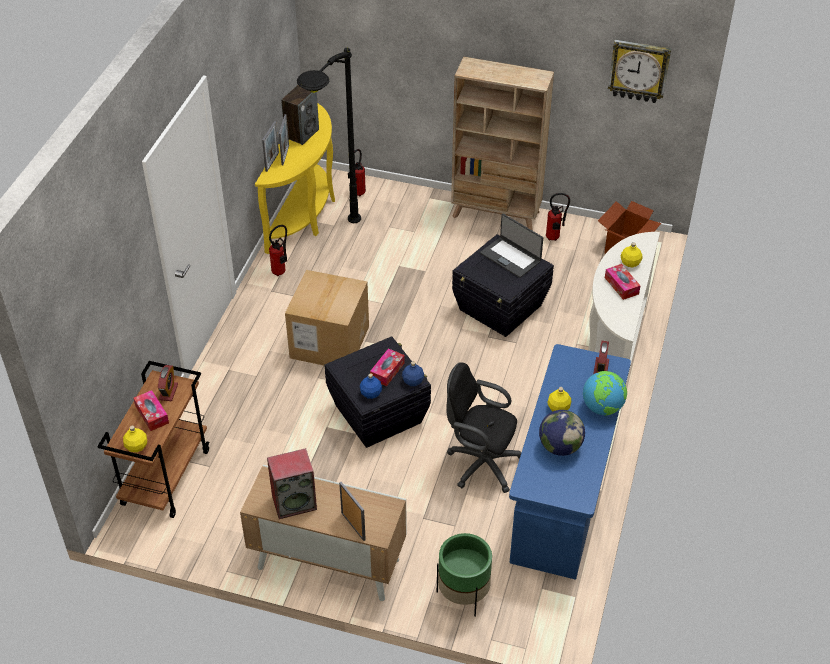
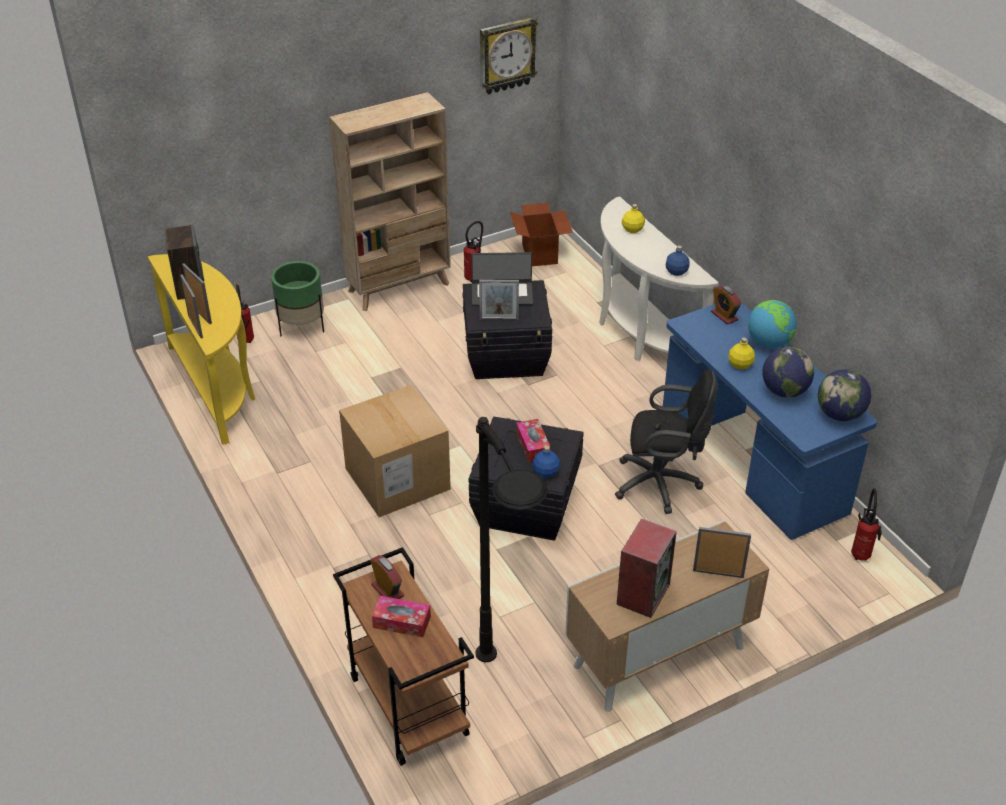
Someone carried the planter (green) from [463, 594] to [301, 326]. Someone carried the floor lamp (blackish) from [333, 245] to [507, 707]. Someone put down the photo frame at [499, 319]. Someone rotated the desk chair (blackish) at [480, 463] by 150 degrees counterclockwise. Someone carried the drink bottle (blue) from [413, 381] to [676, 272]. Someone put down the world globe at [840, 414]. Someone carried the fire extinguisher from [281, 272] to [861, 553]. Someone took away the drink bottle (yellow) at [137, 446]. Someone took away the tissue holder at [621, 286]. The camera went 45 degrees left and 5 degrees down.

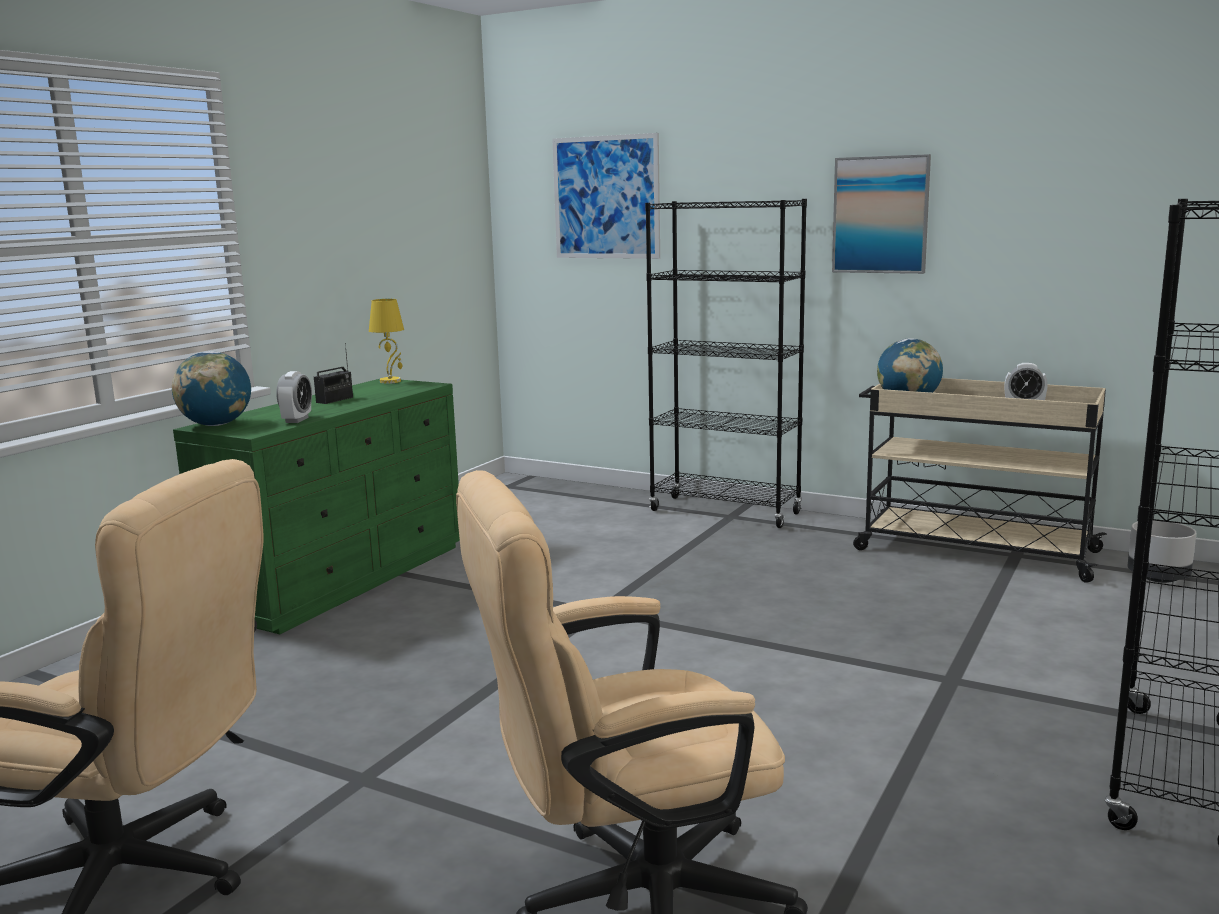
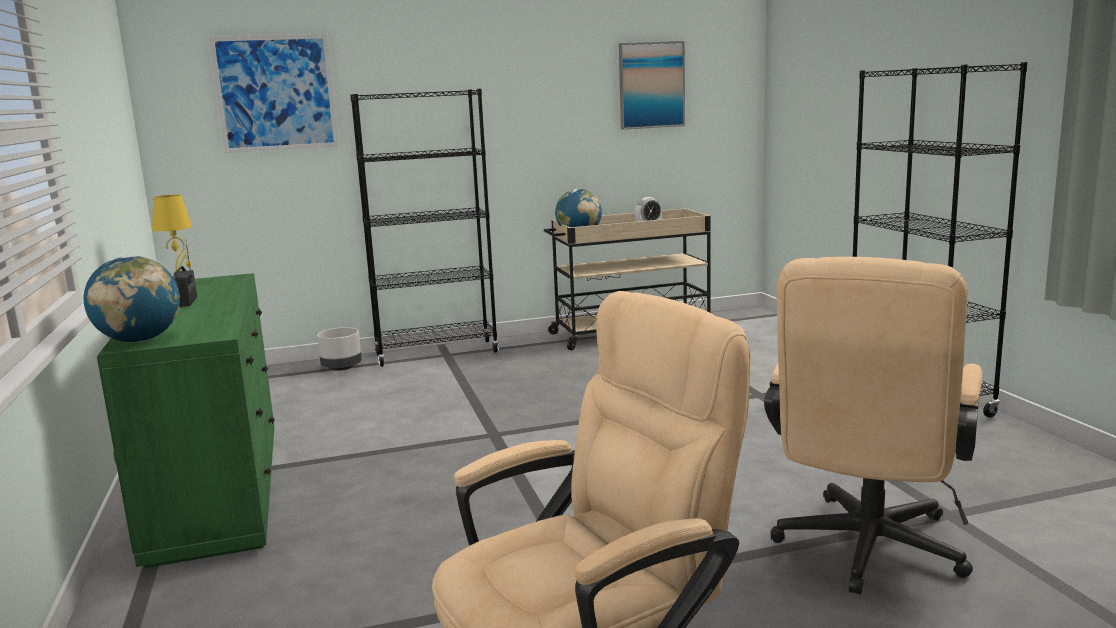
Someone carried the planter (gray) from [1158, 578] to [342, 368]. Someone carried the wall art from [880, 215] to [651, 85]. Someone took away the table clock at [297, 420]. The camera went 45 degrees left and 0 degrees up.

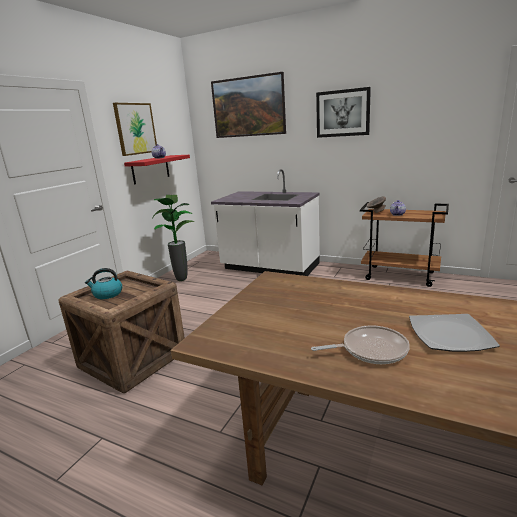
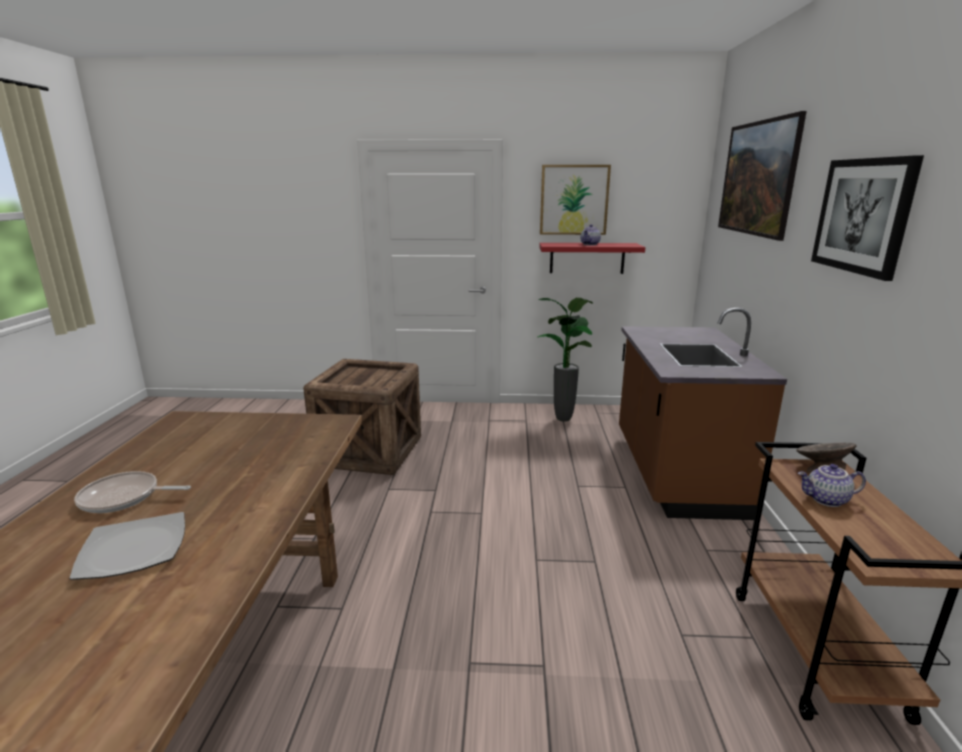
Someone rotated the frying pan at [370, 350] by 120 degrees clockwise. Someone repainted the kitchen base unit (whitish) at [270, 267], which became the kitchen base unit (brown-coloured) at [675, 473]. Someone took away the tea kettle at [107, 294]. The camera went 65 degrees right and 0 degrees up.

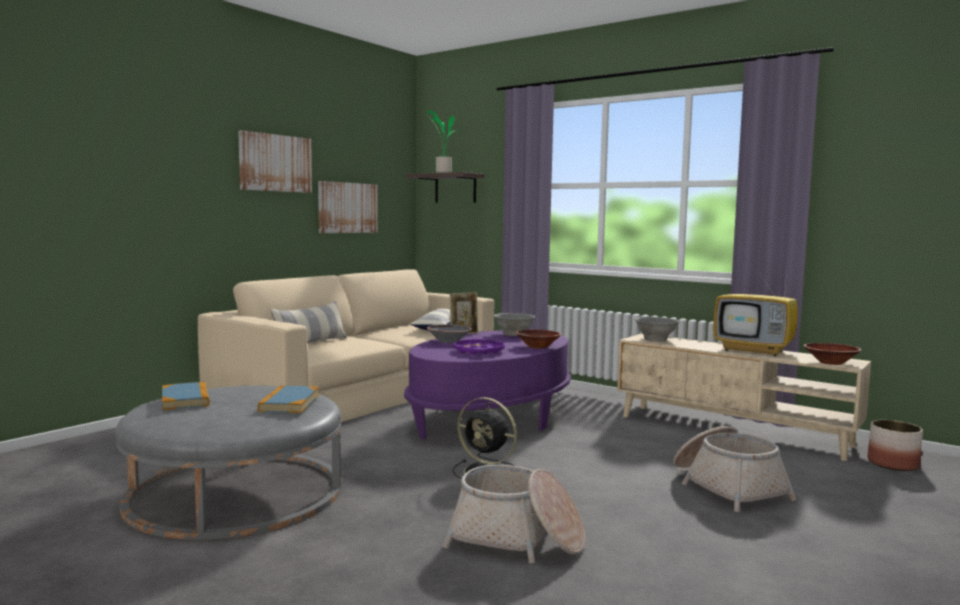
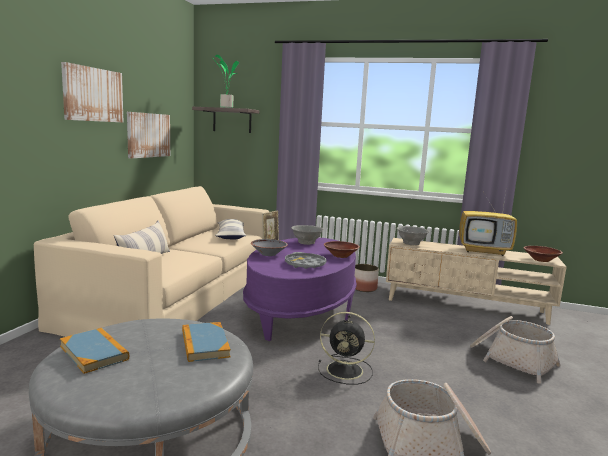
Someone repainted the serving tray (purplish) at [478, 351], which became the serving tray (gray) at [305, 264]. Someone carried the planter from [893, 464] to [364, 288]. The camera went 20 degrees left and 5 degrees up.

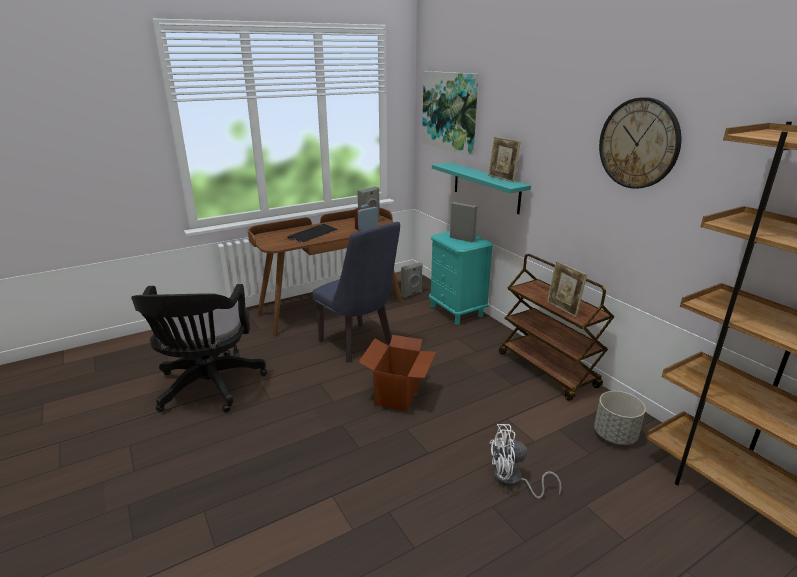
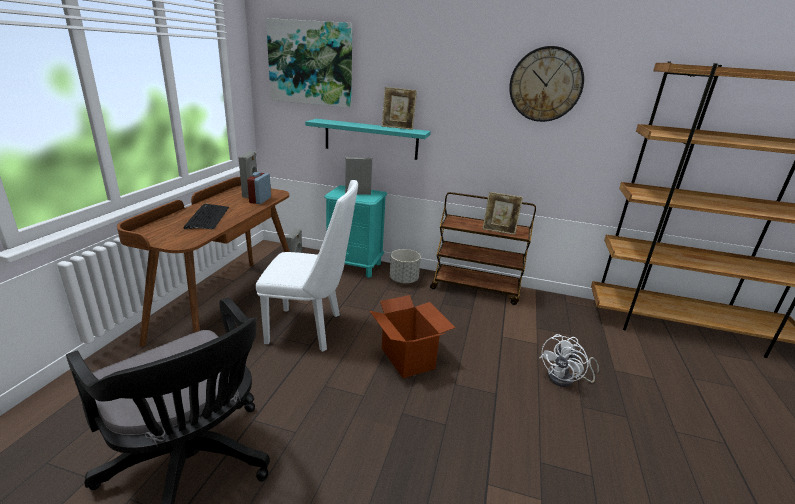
Someone repainted the chair (blue) at [359, 344], which became the chair (whitish) at [311, 329]. Someone carried the planter (gray) from [615, 435] to [404, 280]. The camera went 45 degrees left and 0 degrees up.

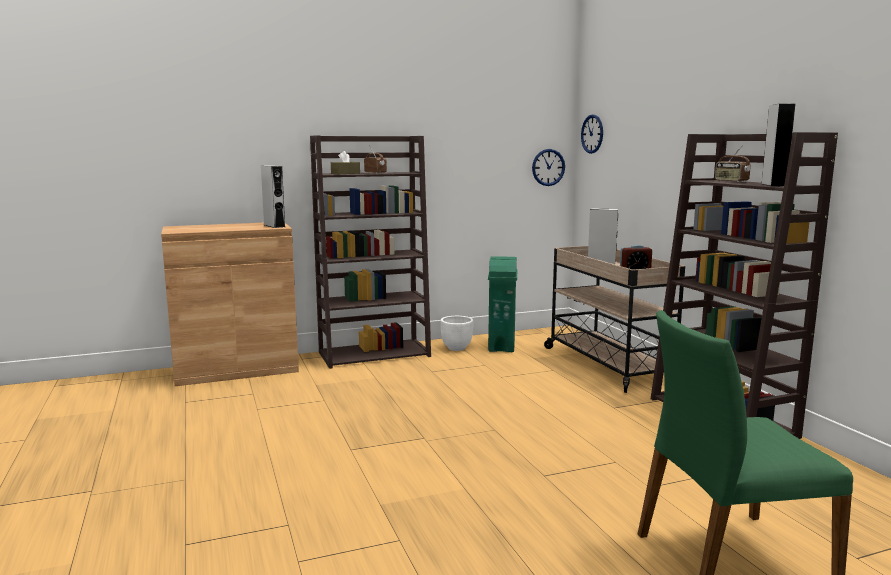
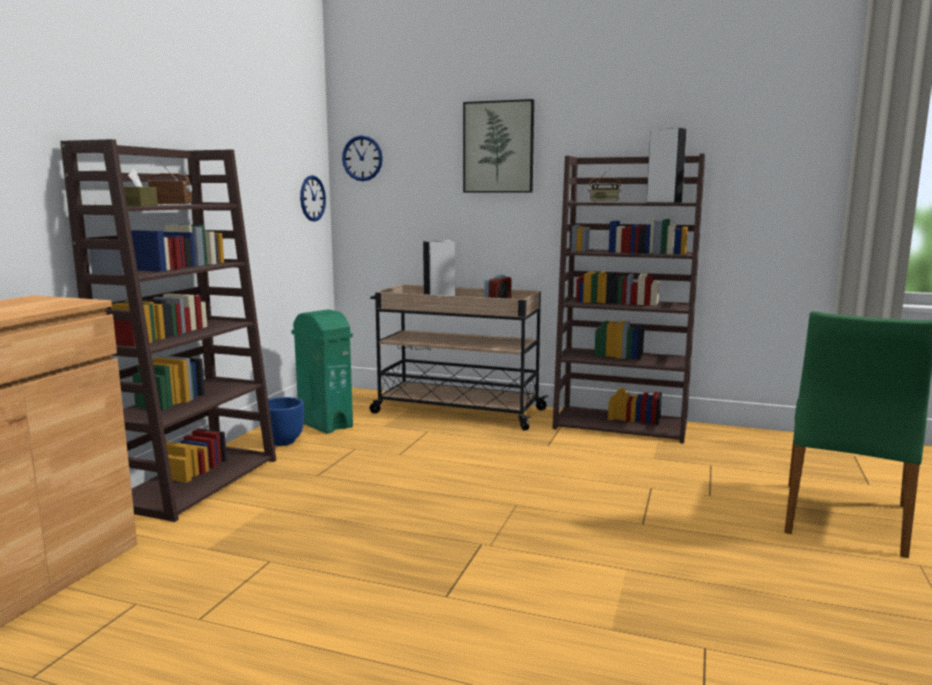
Someone repainted the planter (whitish) at [456, 348], which became the planter (blue) at [282, 442]. Someone put up the wall art at [498, 147]. Someone took away the audio speaker (gray) at [274, 226]. The camera went 50 degrees left and 0 degrees up.

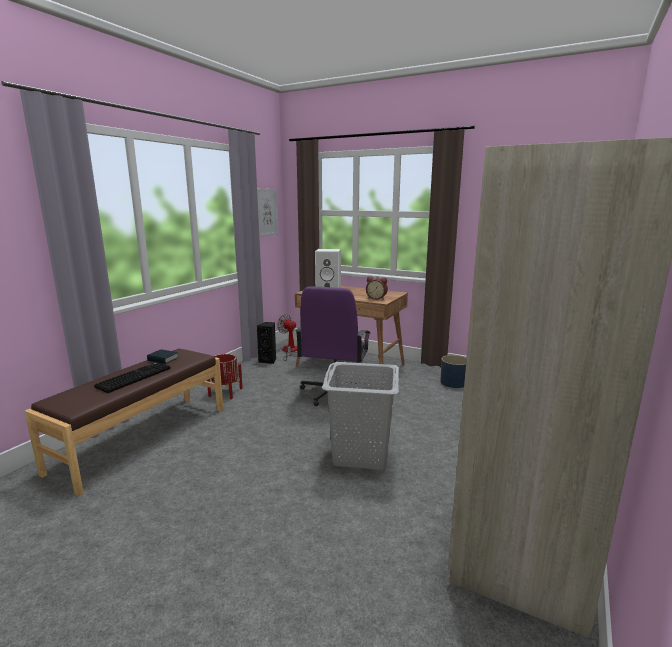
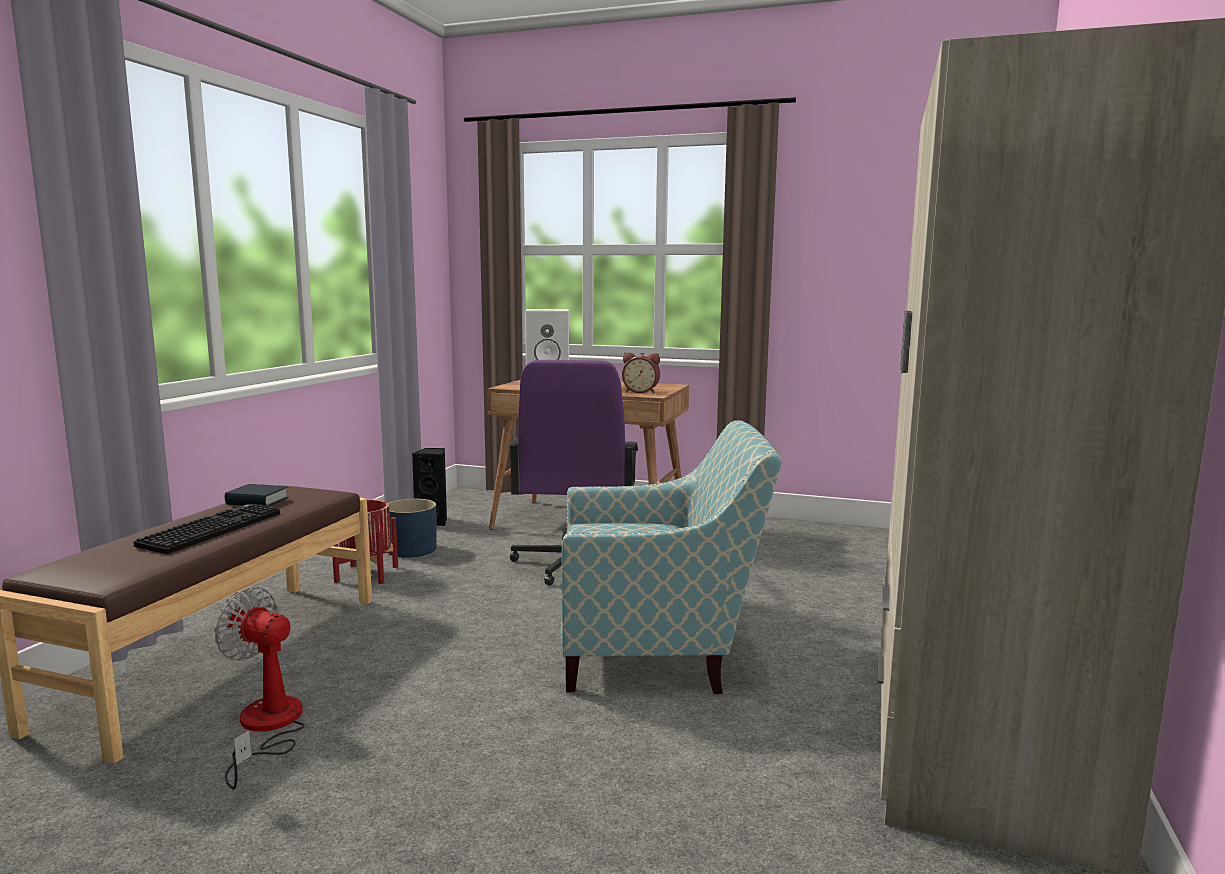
Someone carried the electric fan from [289, 351] to [267, 728]. Someone carried the planter (blue) from [453, 382] to [411, 549]. Someone swapped the laundry basket (gray) at [361, 454] for the easy chair at [659, 652]. Someone took away the wall art at [266, 212]. The camera went 10 degrees left and 5 degrees down.

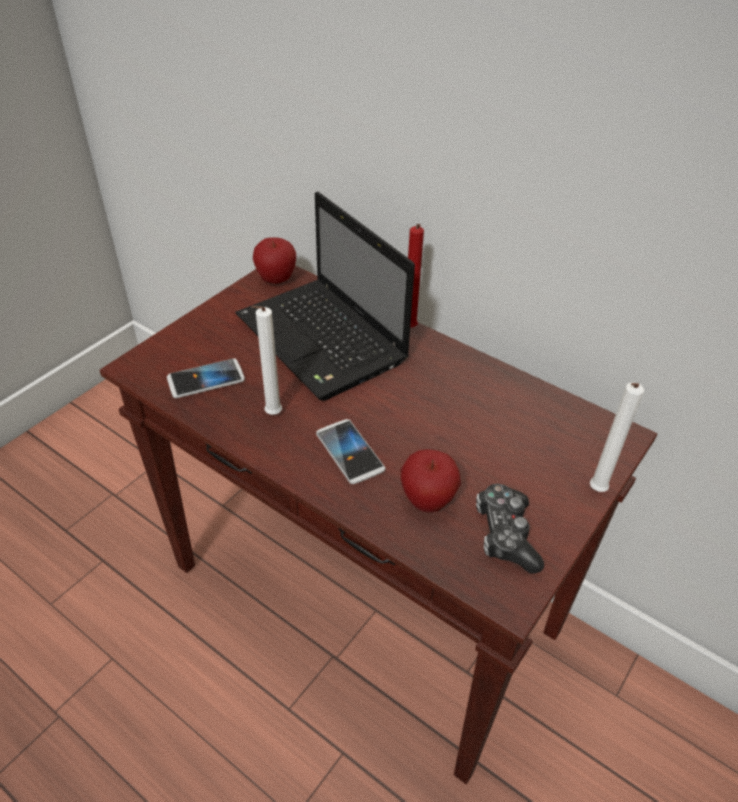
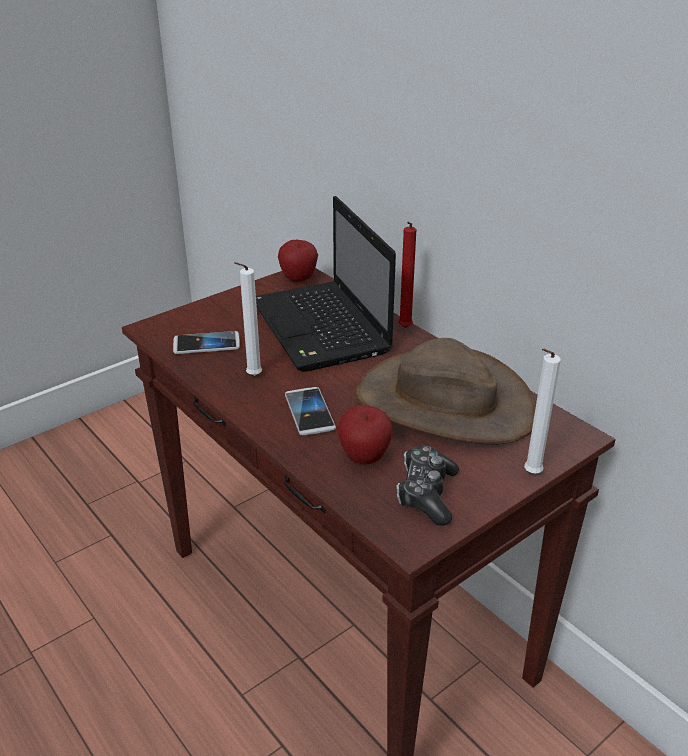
Someone put down the hat (brown-coloured) at [444, 402]. The camera went 15 degrees right and 10 degrees down.

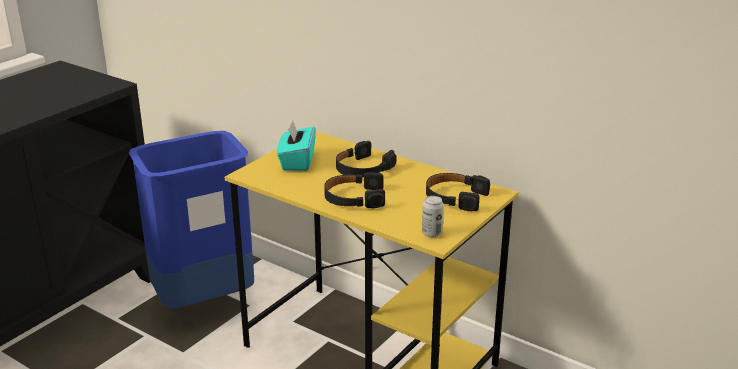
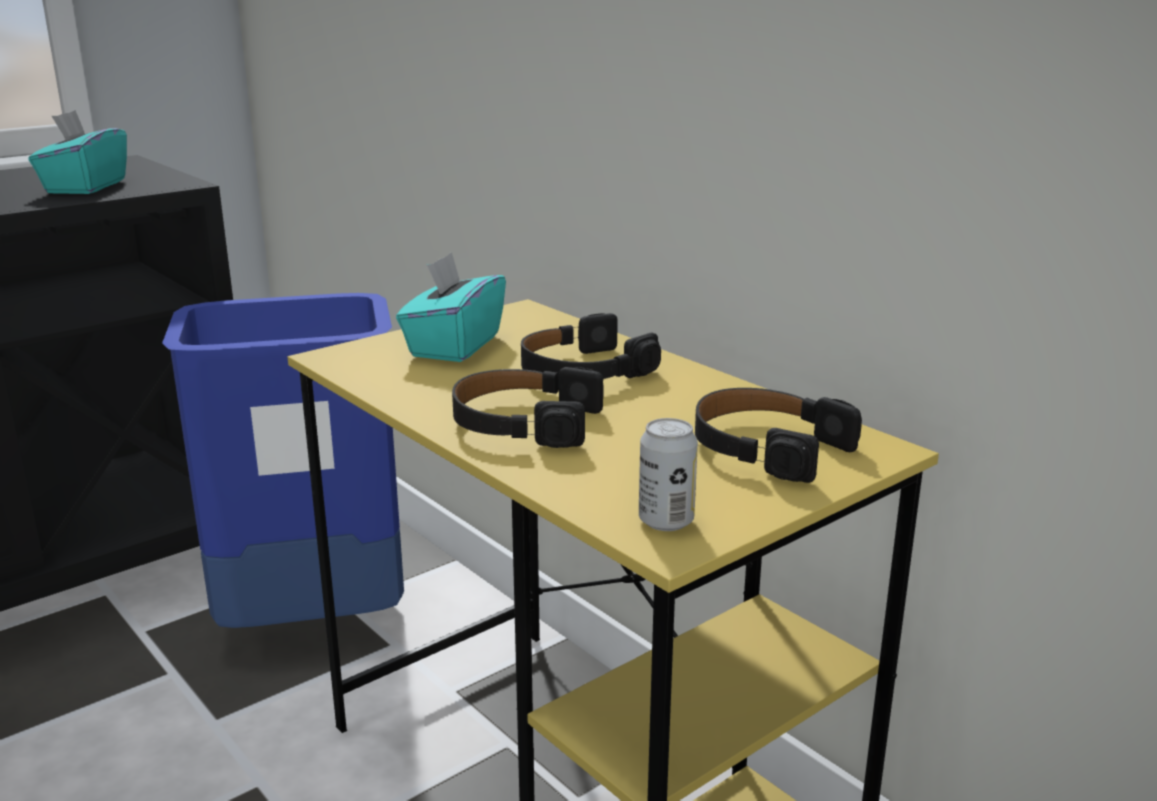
Someone put down the tissue holder (turquoise) at [85, 187]. The camera went 15 degrees right and 5 degrees down.

